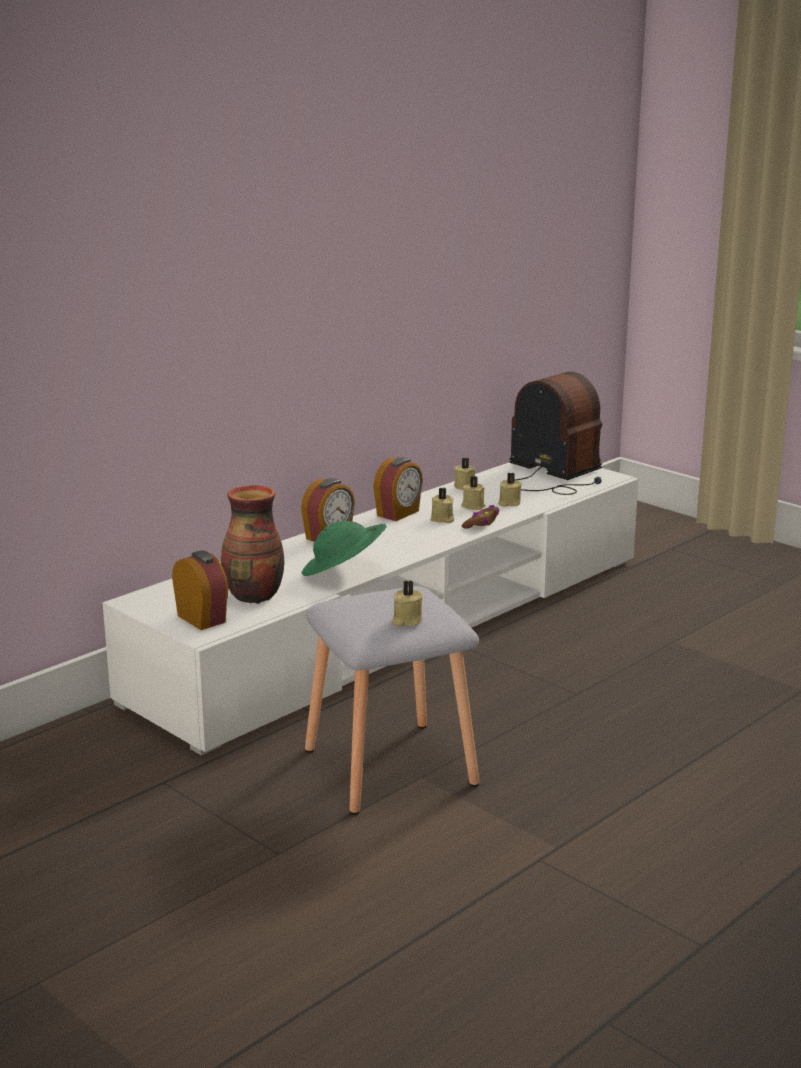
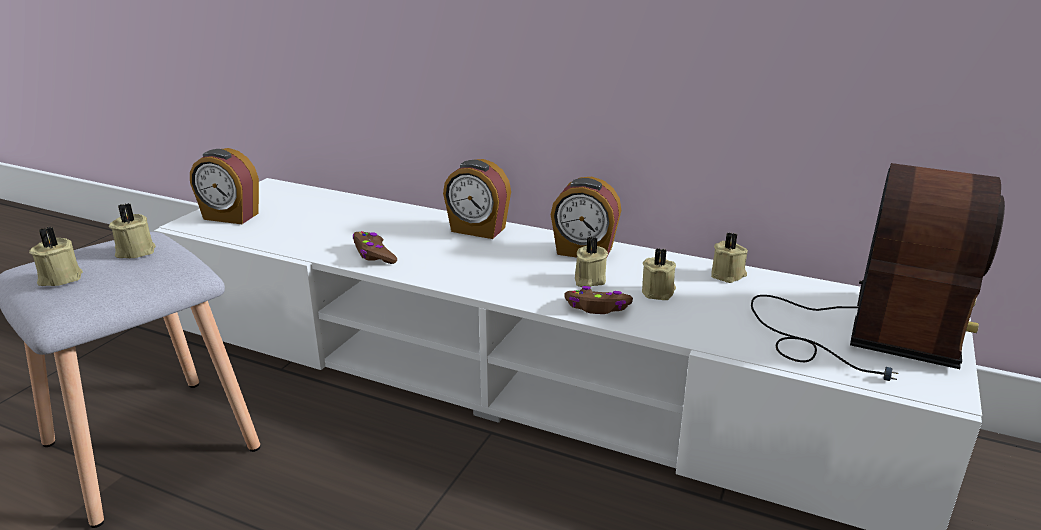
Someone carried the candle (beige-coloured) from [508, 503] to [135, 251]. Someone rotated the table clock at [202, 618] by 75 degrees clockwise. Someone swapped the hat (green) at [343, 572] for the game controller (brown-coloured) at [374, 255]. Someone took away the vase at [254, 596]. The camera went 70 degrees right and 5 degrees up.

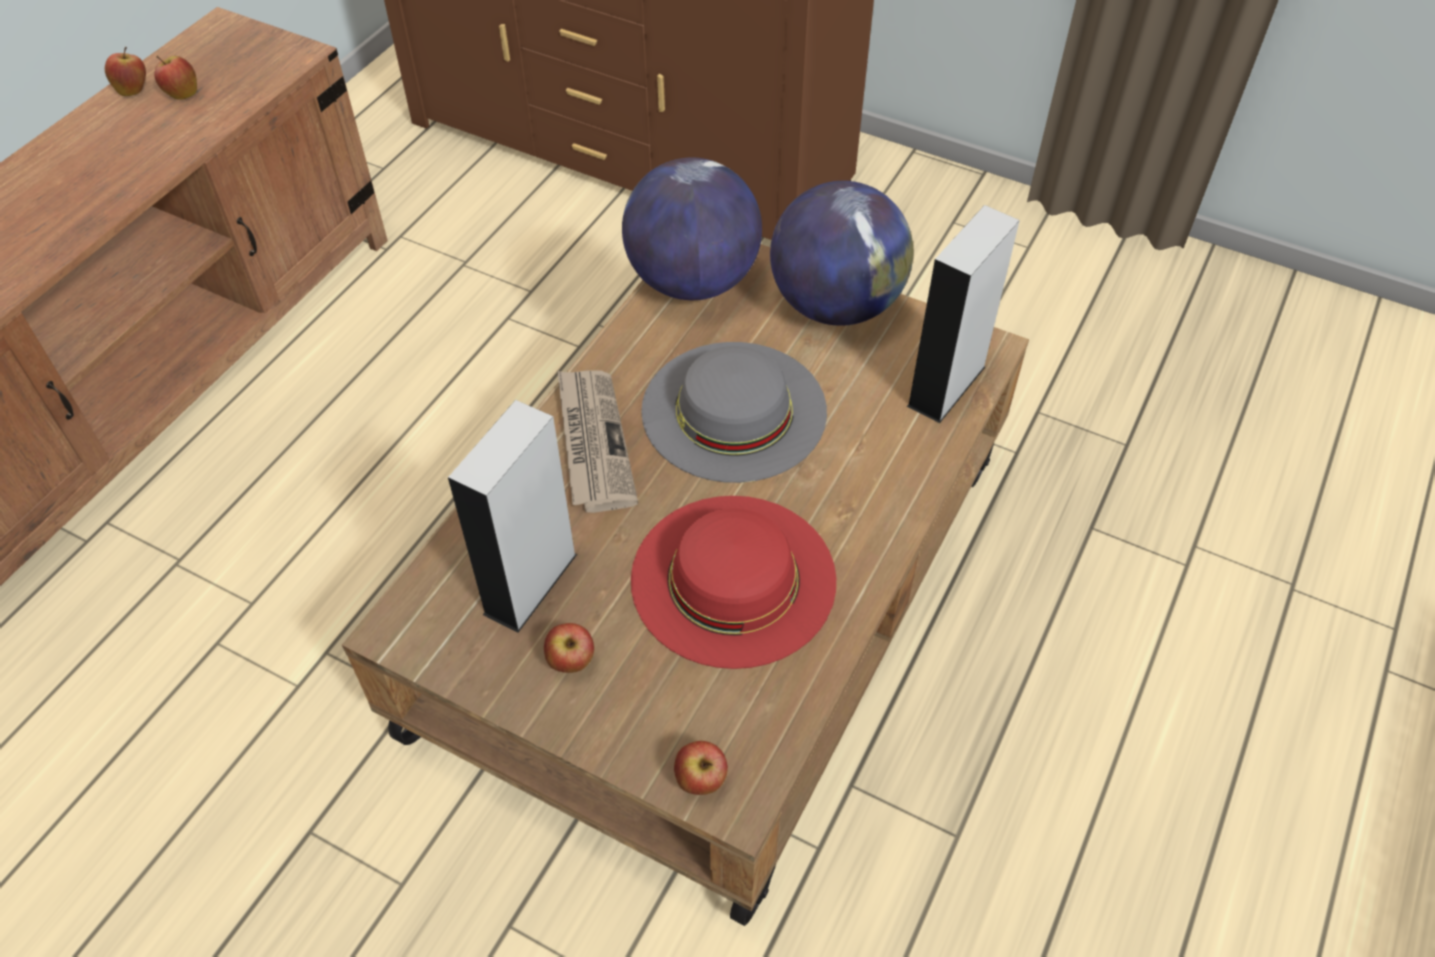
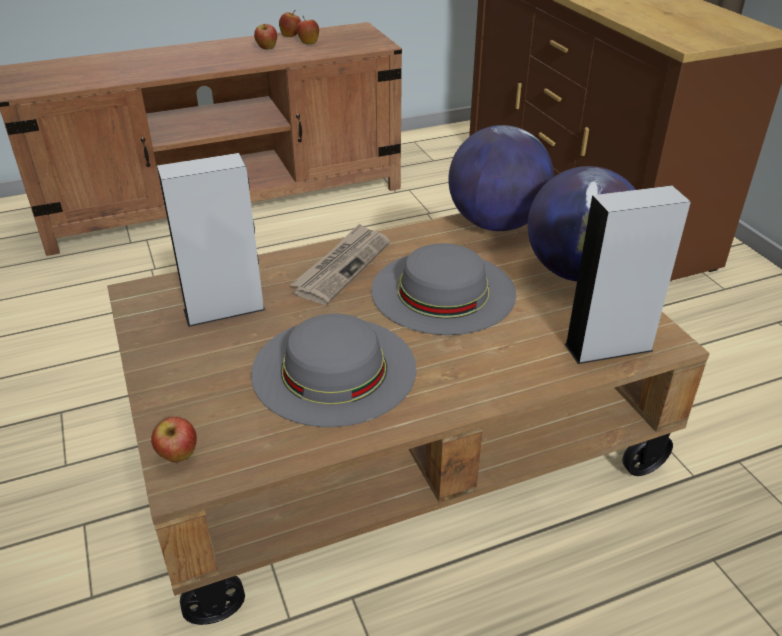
Someone repainted the hat (red-coloured) at [733, 579], which became the hat (gray) at [334, 369]. Someone carried the apple from [571, 662] to [267, 48]. The camera went 40 degrees right and 15 degrees down.

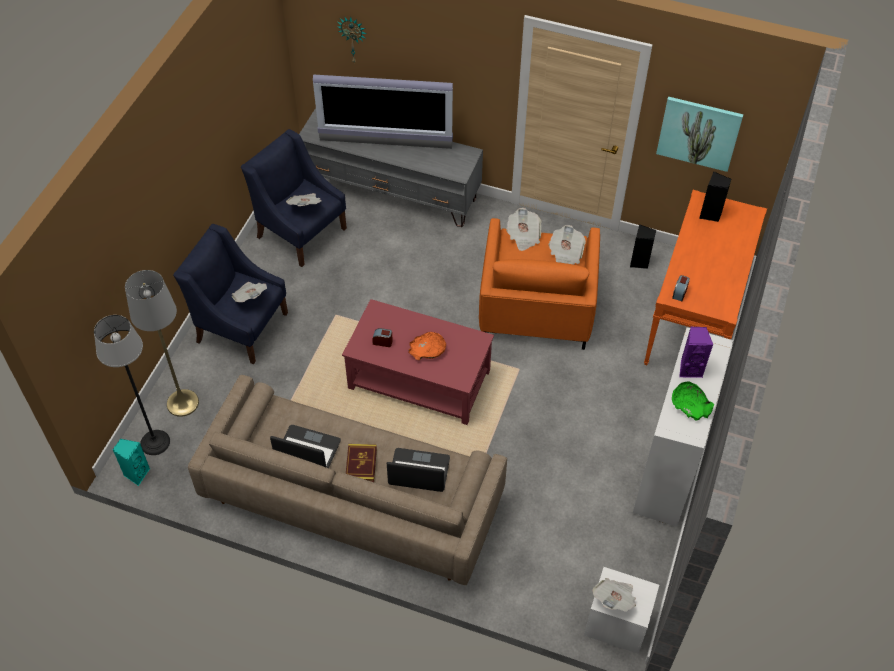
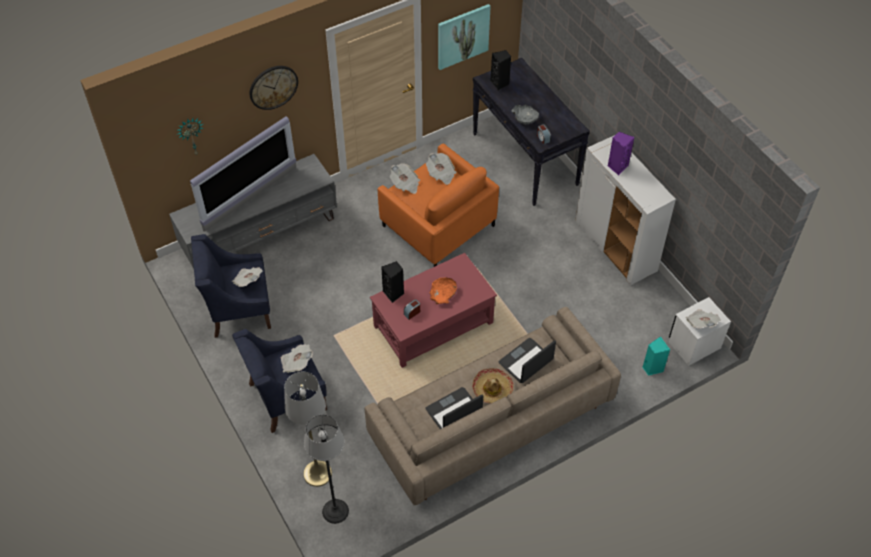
Someone put up the wall clock at [273, 87]. Someone carried the audio speaker (blackish) from [639, 262] to [394, 294]. Someone swapped the book at [361, 464] for the hat at [492, 389]. Someone repainted the hall table (orange) at [695, 319], which became the hall table (blackish) at [525, 159]. Someone put down the deep dish (gray) at [525, 118]. Someone carried the audio speaker (turquoise) from [136, 473] to [652, 368]. Someone took away the deep dish (green) at [690, 405]. The camera went 50 degrees left and 0 degrees up.

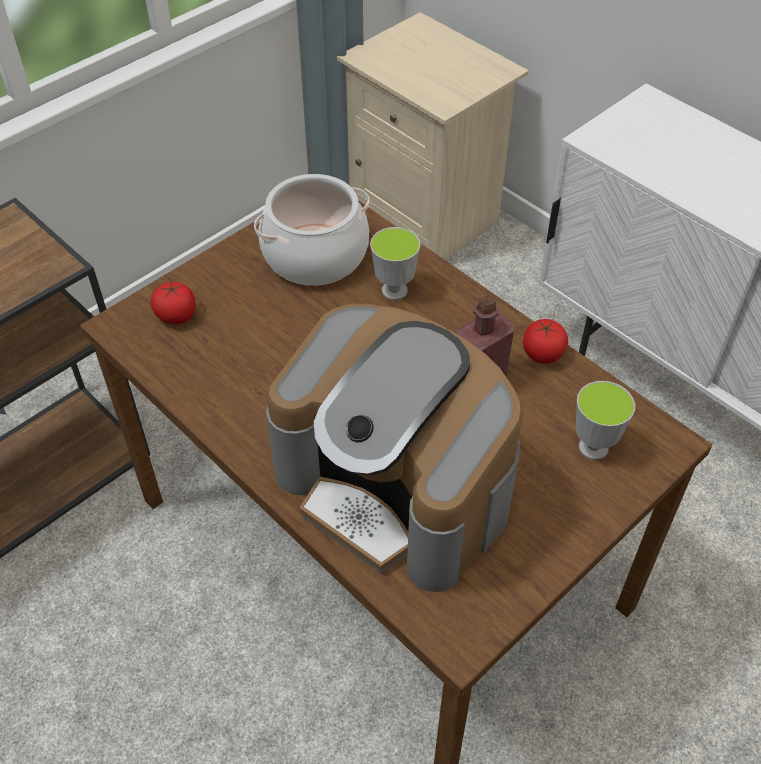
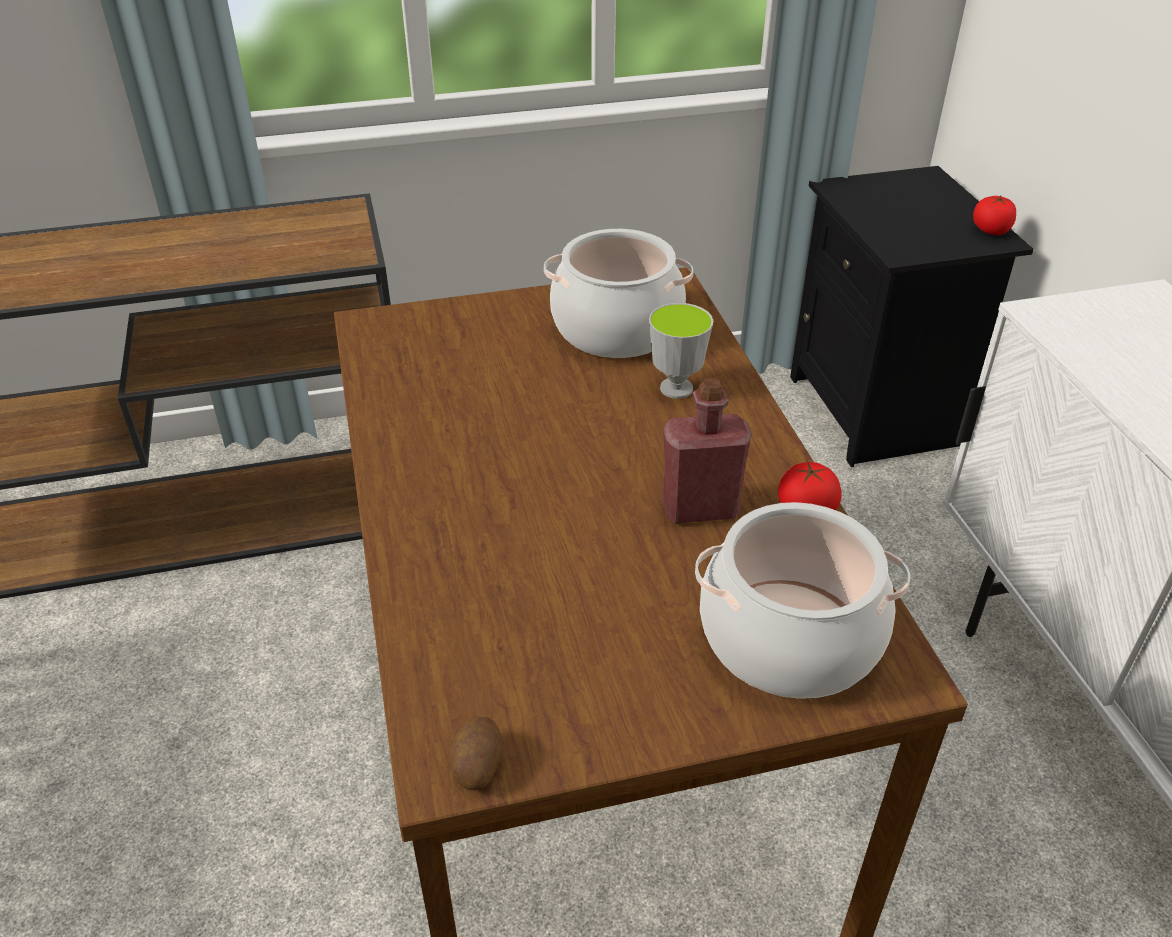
Someone put down the whole potato at [476, 765]. Someone swapped the cup at [593, 448] for the saucepot at [790, 637]. Someone repainted the night table (beige-coloured) at [426, 215], which became the night table (blackish) at [875, 410]. Someone carried the fresh tomato from [176, 315] to [990, 231]. Someone took away the coffee maker at [397, 487]. The camera went 30 degrees right and 10 degrees down.

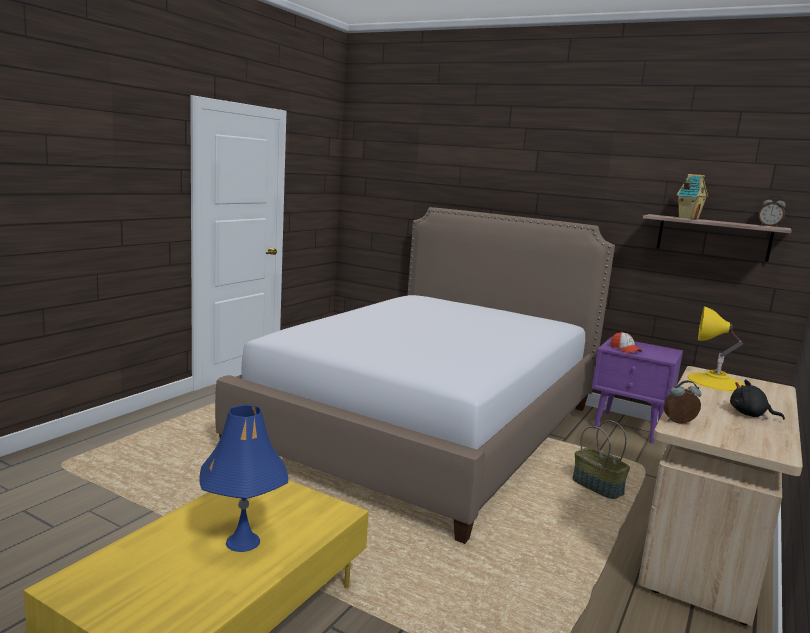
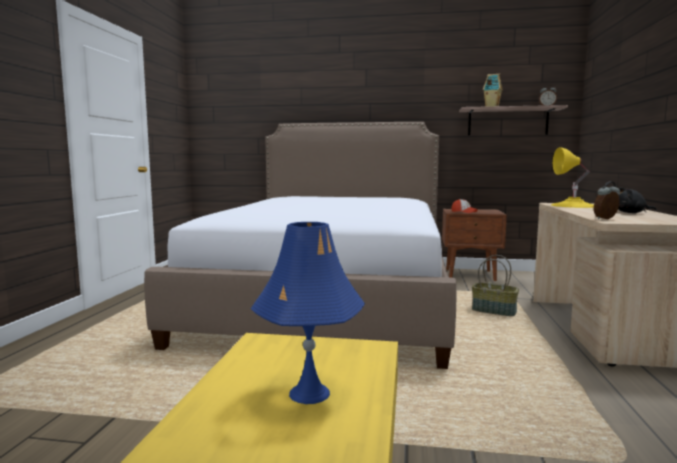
Someone repainted the night table (purplish) at [629, 427], which became the night table (brown-coloured) at [471, 275]. The camera went 20 degrees left and 5 degrees down.

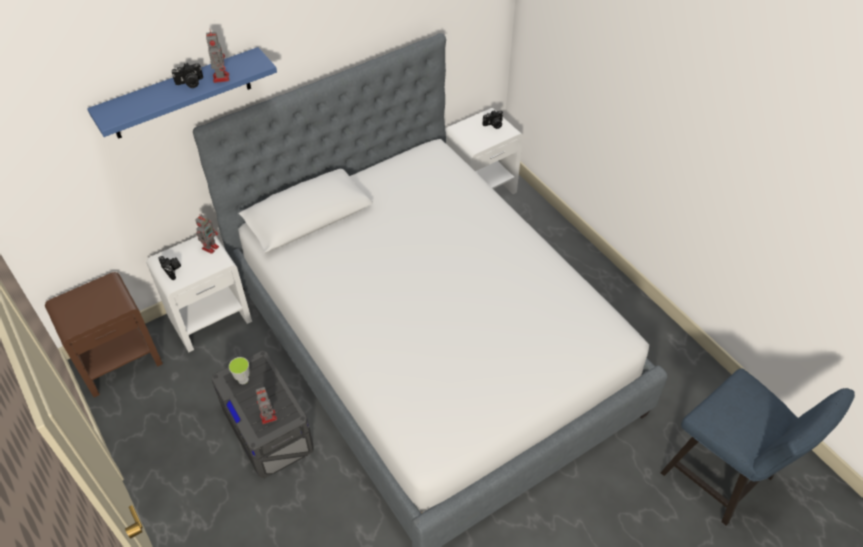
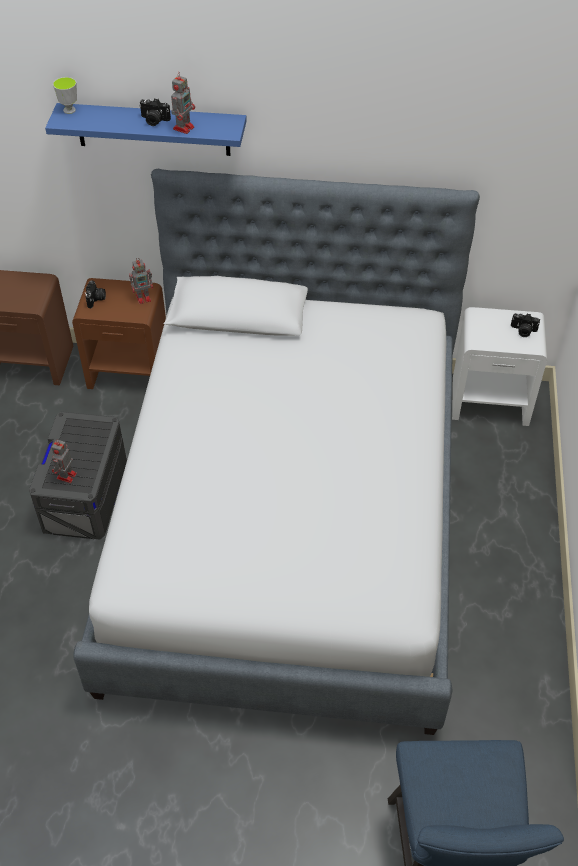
Someone carried the cup from [243, 379] to [69, 110]. Someone repainted the night table (whitish) at [210, 319], which became the night table (brown-coloured) at [130, 371]. The camera went 40 degrees right and 0 degrees up.

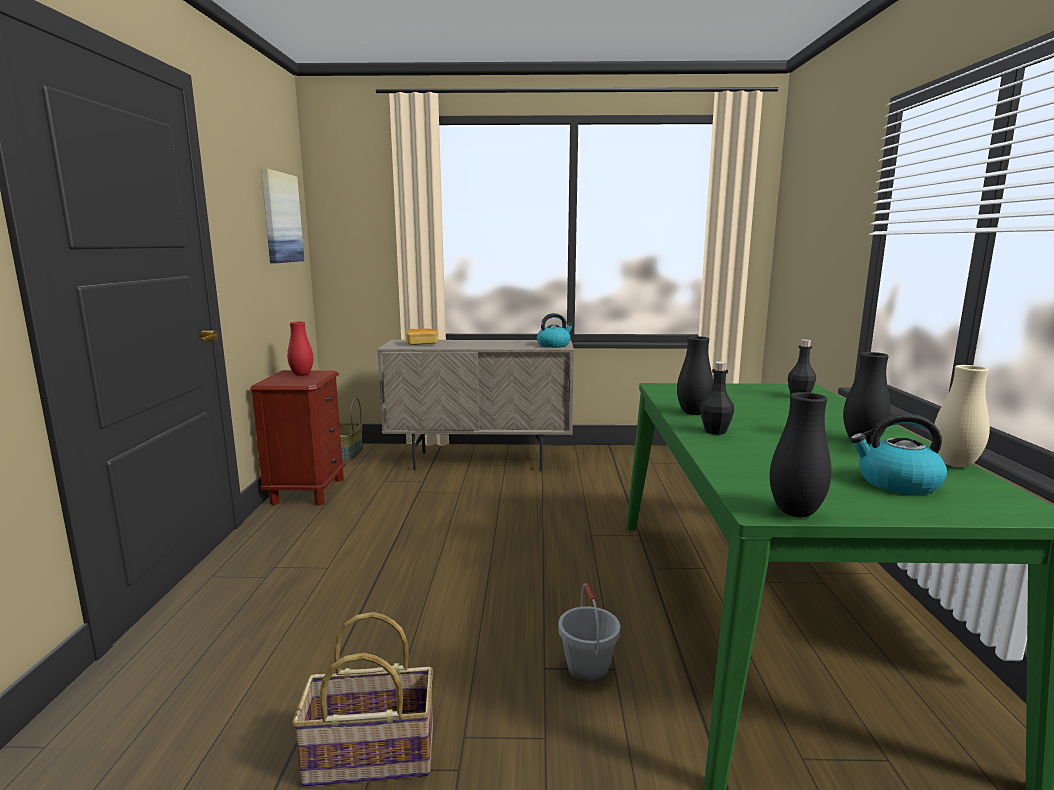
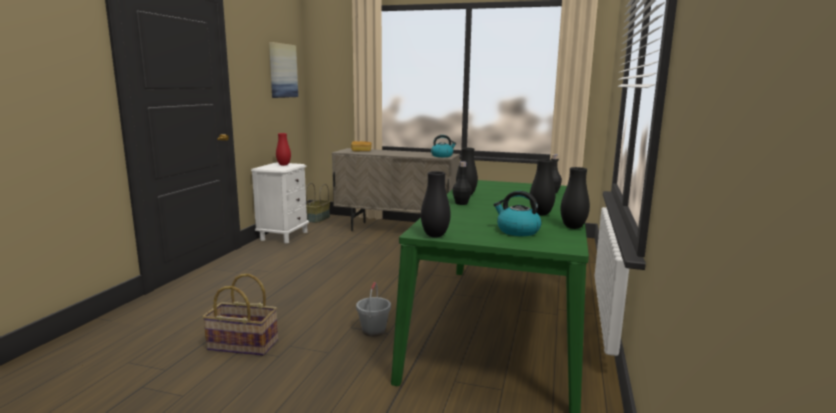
Someone repainted the night table (brown-coloured) at [308, 491], which became the night table (whitish) at [284, 236]. Someone repainted the vase (beige-coloured) at [954, 464], which became the vase (blackish) at [573, 227]. The camera went 15 degrees right and 0 degrees up.

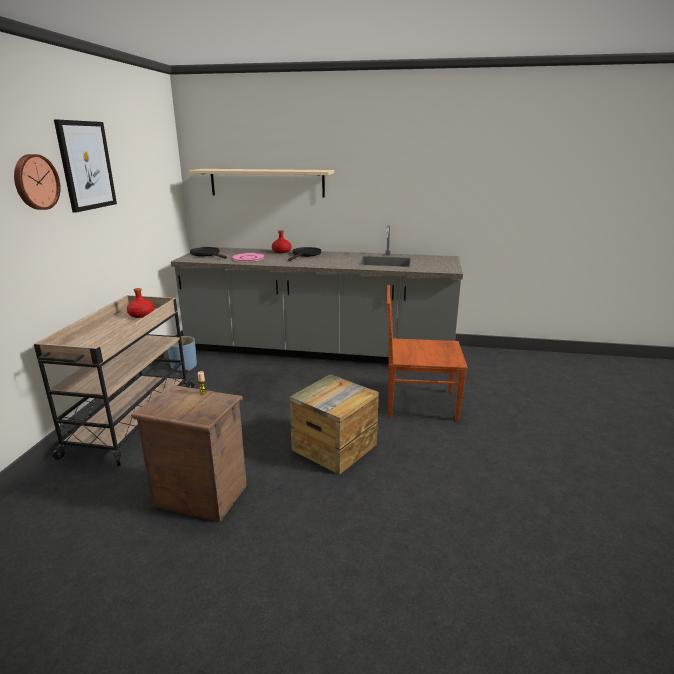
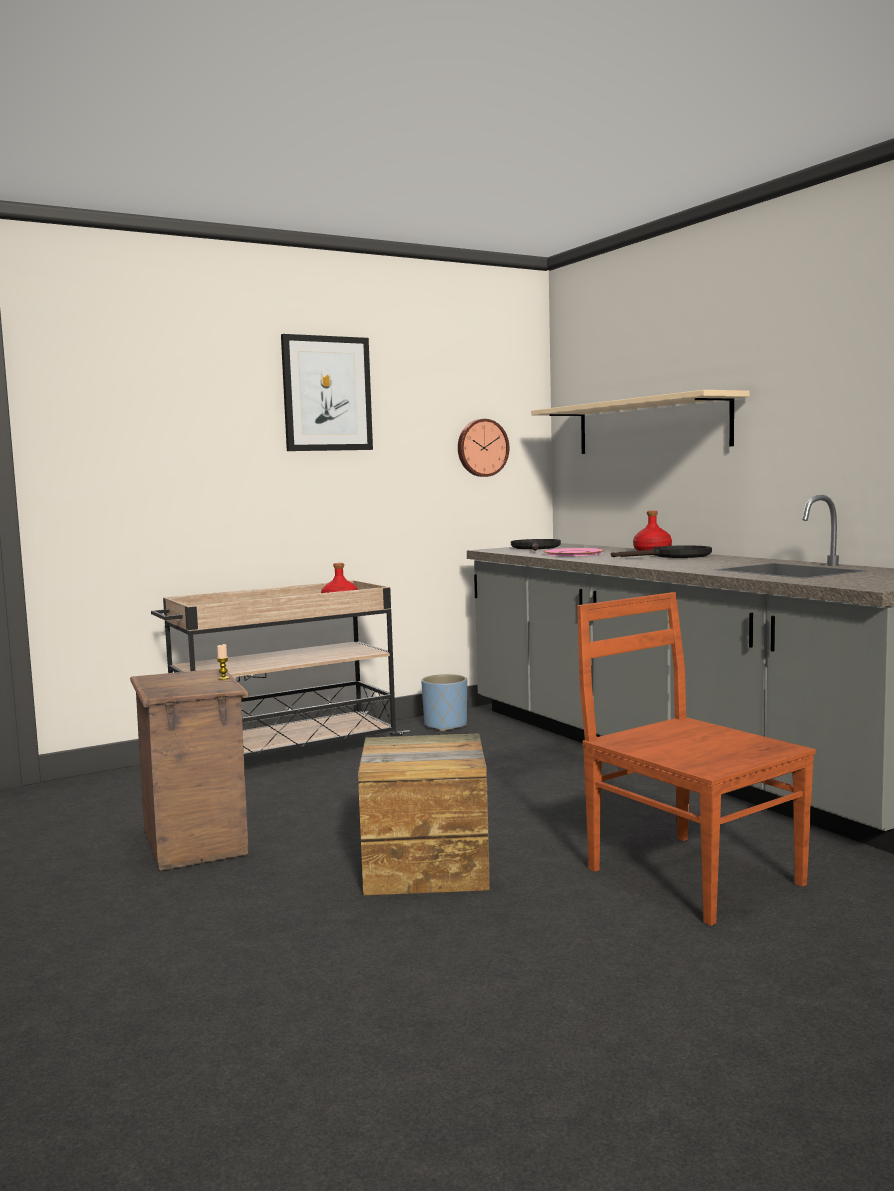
Someone carried the wall clock from [35, 182] to [481, 448]. The camera went 50 degrees right and 15 degrees down.

